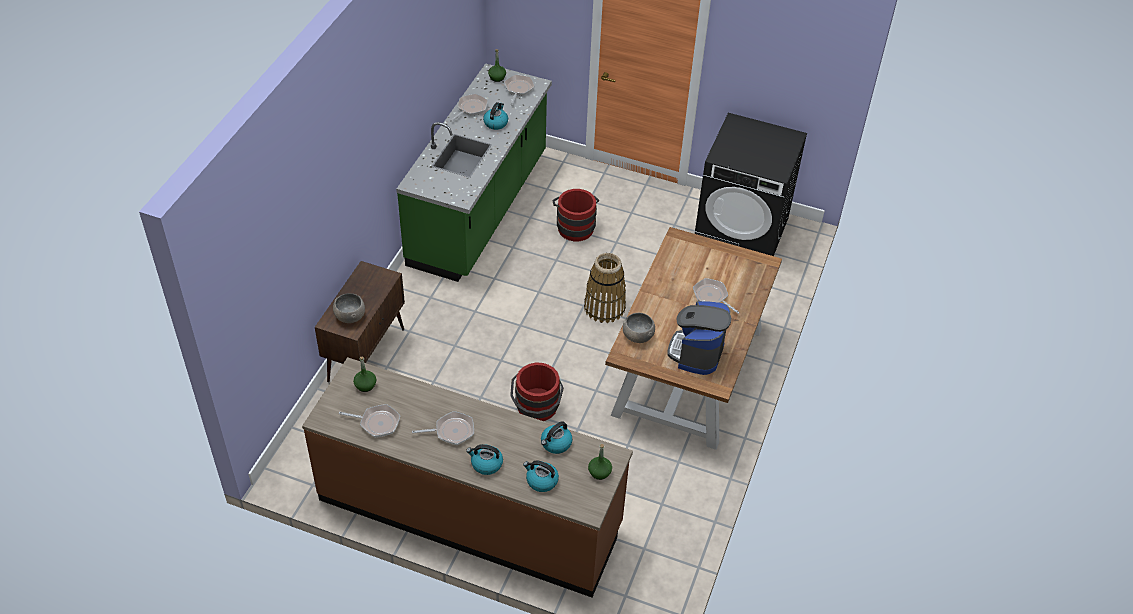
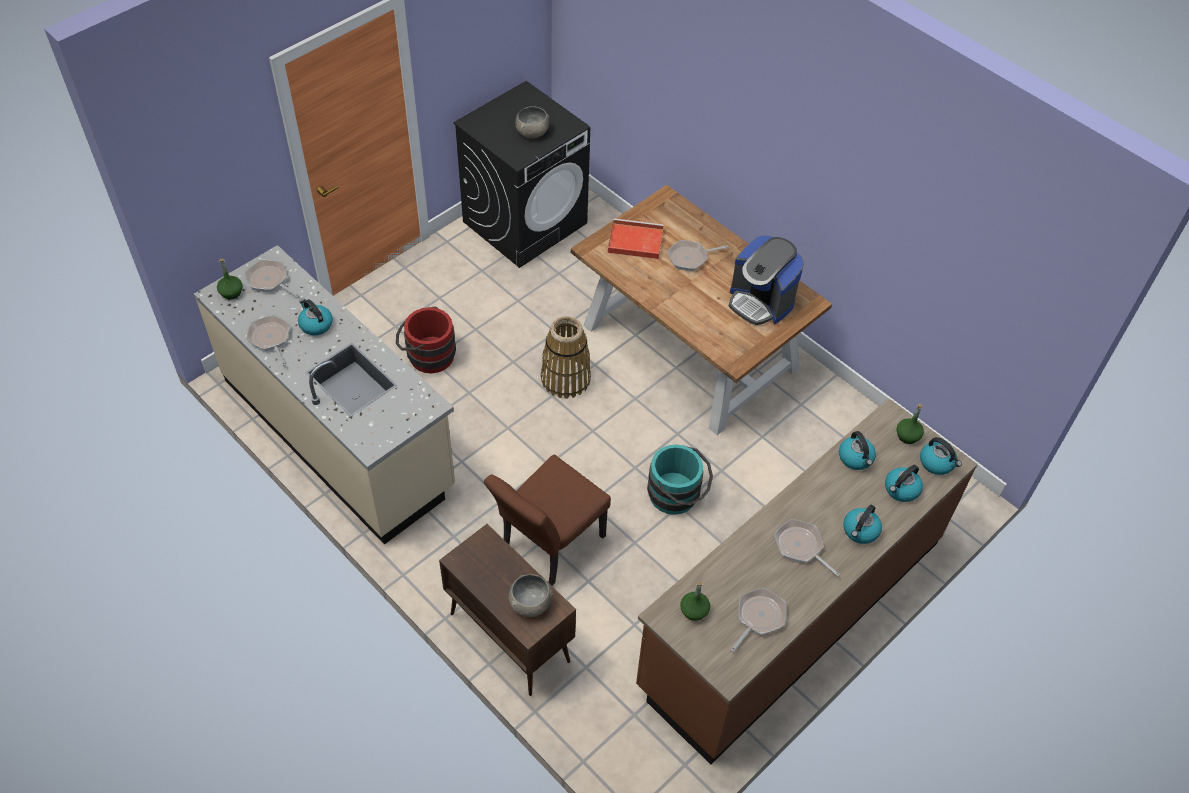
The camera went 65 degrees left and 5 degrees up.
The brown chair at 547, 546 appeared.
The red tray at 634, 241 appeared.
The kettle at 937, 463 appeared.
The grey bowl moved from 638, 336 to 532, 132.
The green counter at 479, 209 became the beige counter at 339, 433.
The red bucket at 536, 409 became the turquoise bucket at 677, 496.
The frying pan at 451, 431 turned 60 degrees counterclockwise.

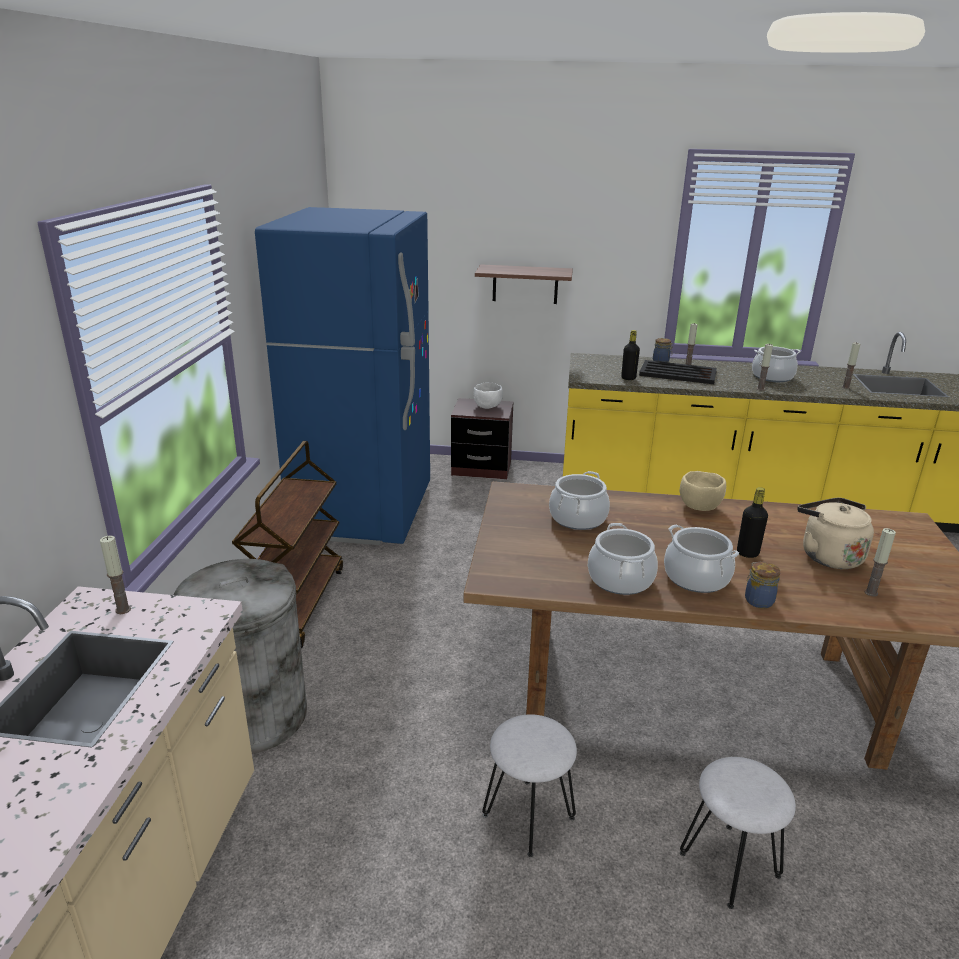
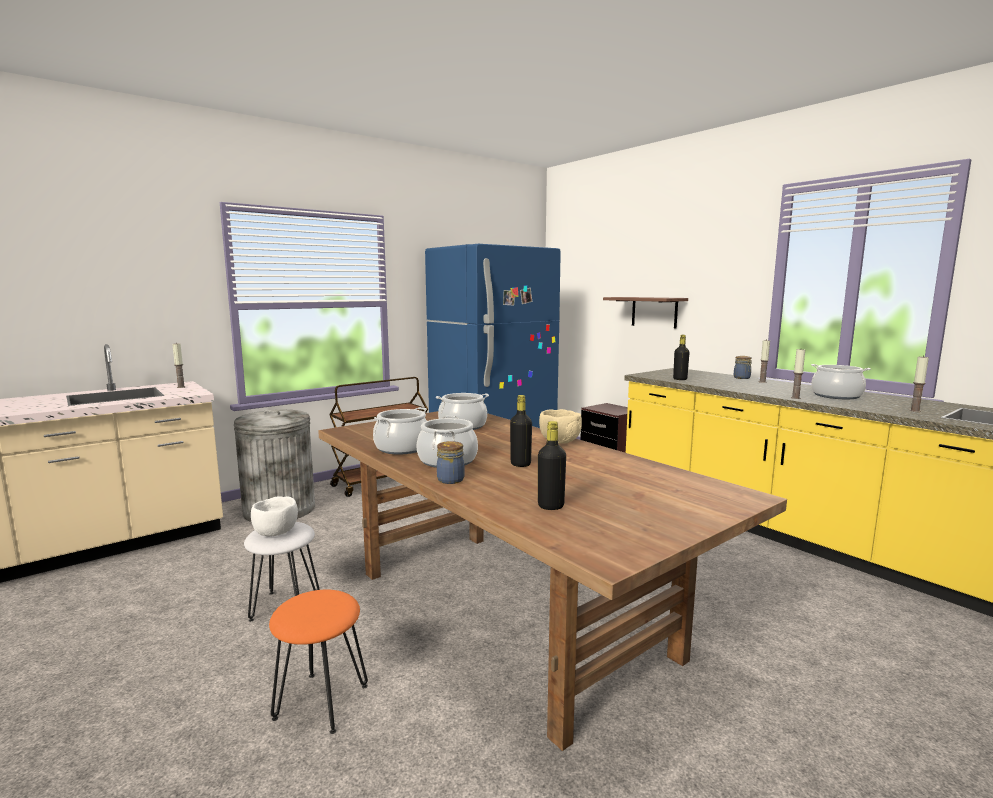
The camera went 45 degrees right and 15 degrees down.
The black tray at 678, 373 disappeared.
The beige kettle at 827, 555 disappeared.
The white bowl moved from 488, 406 to 277, 533.
The candle at 871, 593 was replaced by the black bottle at 551, 506.
The white stool at 728, 865 became the orange stool at 320, 701.

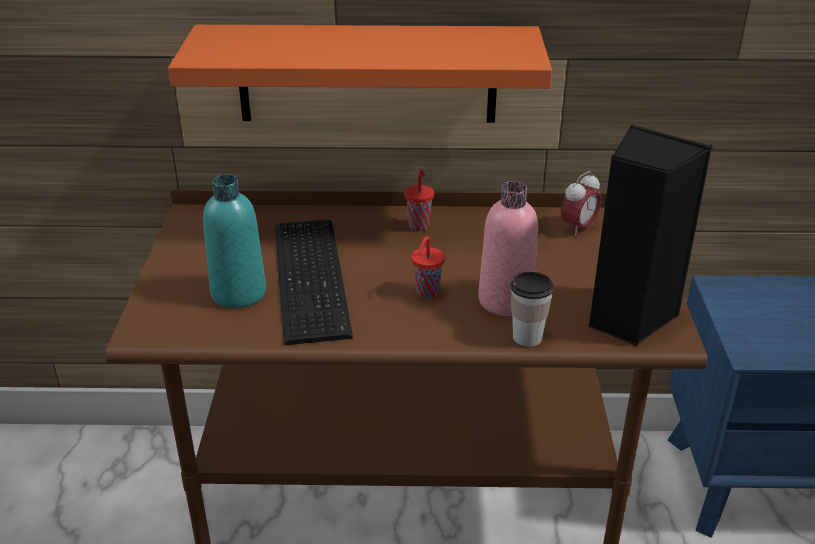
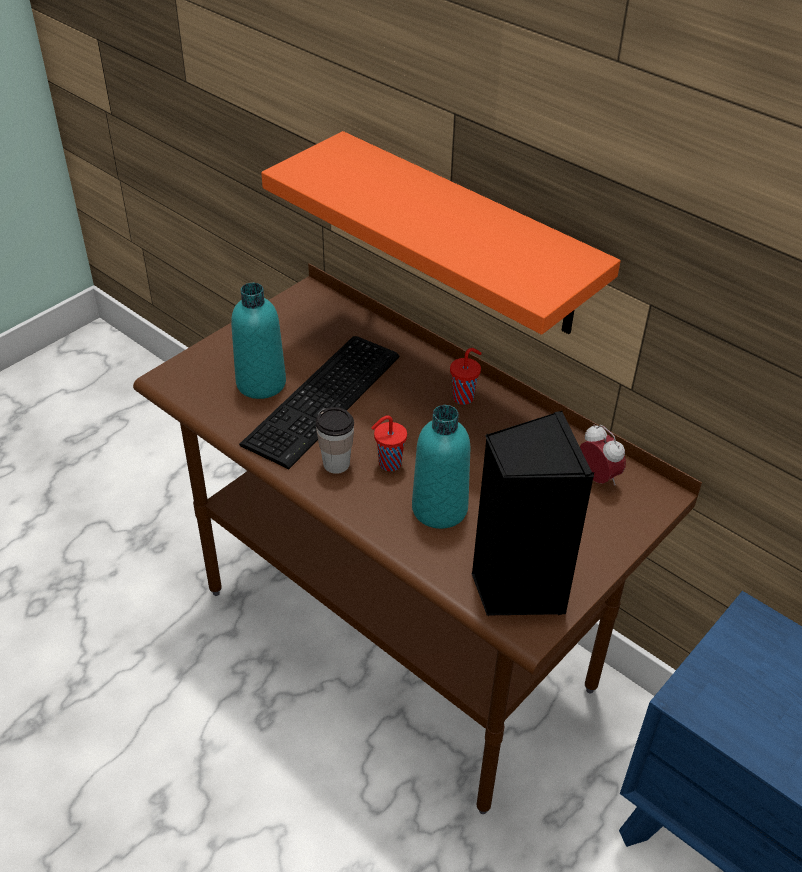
The camera went 40 degrees right and 10 degrees up.
The cup moved from 527, 337 to 336, 464.
The pink bottle at 506, 301 became the turquoise bottle at 439, 509.
The alarm clock at 578, 228 turned 120 degrees counterclockwise.

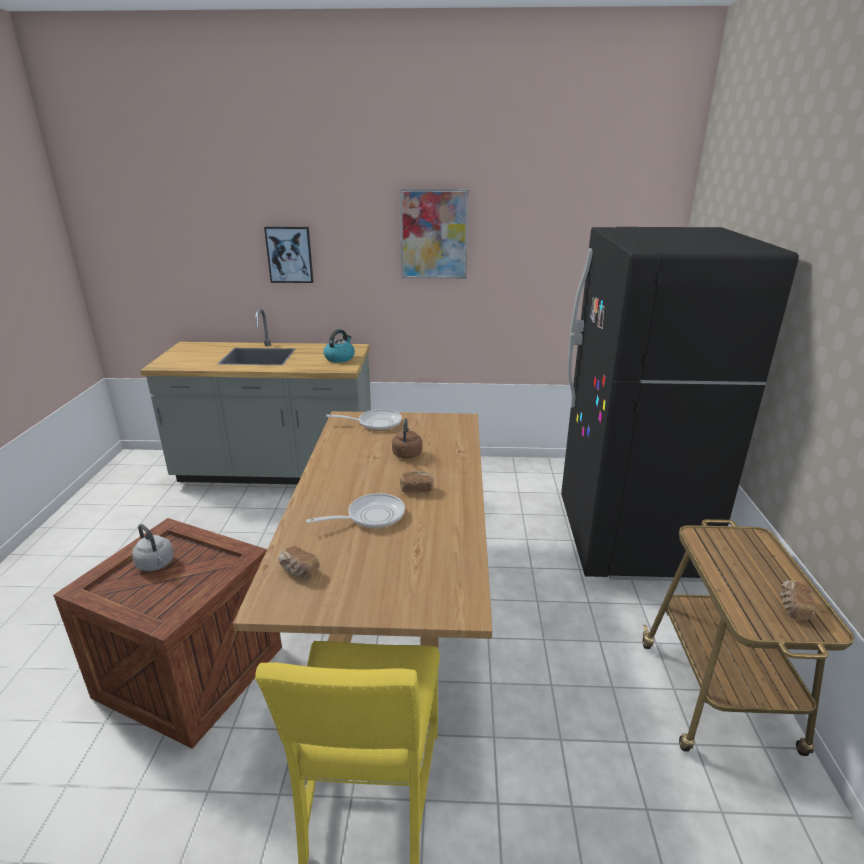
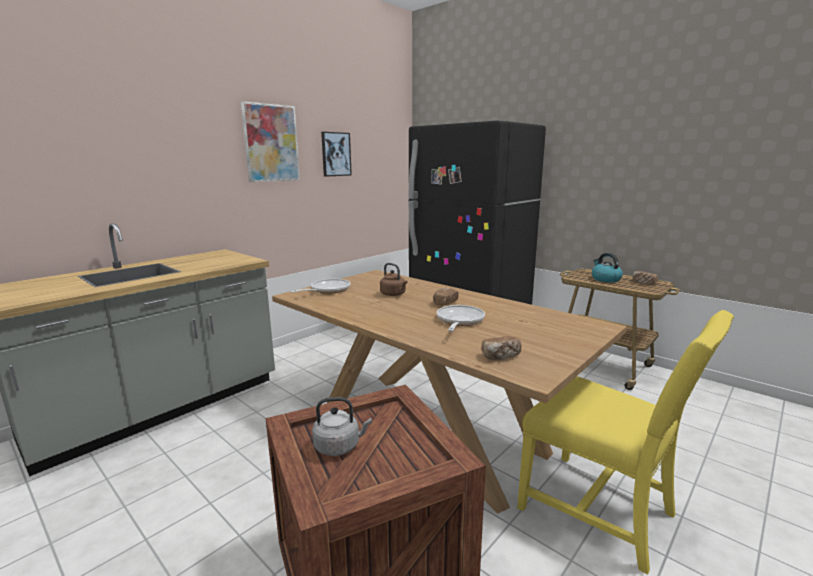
The camera went 50 degrees left and 10 degrees down.
The picture moved from 289, 254 to 335, 154.
The kettle moved from 339, 358 to 605, 279.

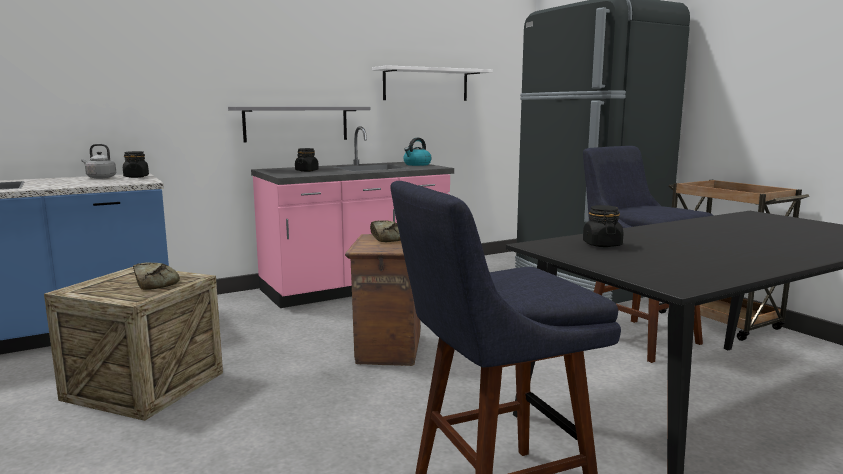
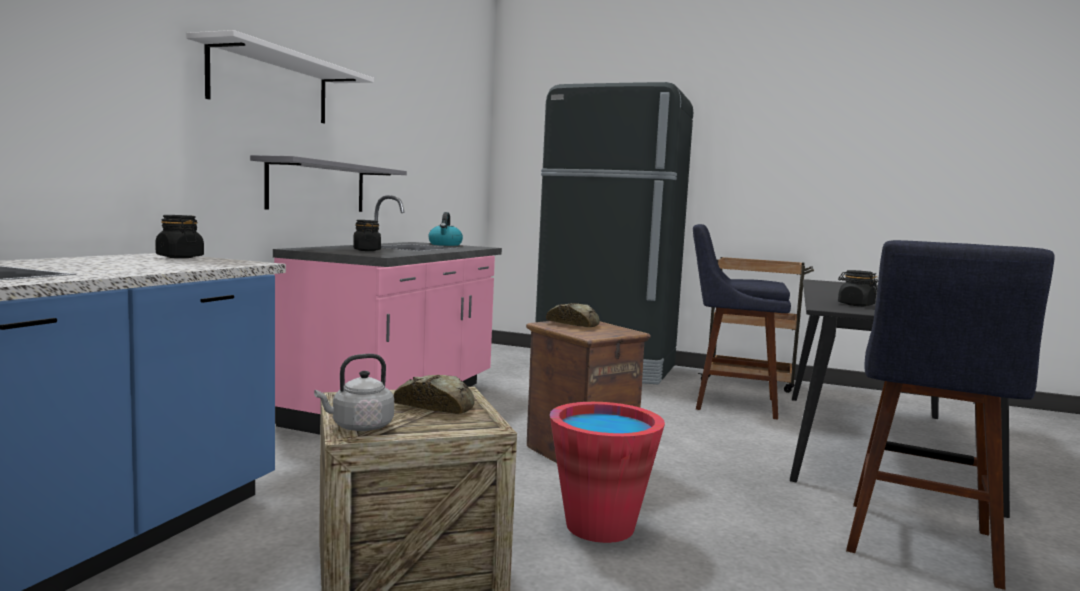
The camera went 40 degrees left and 5 degrees down.
The red bucket at 600, 526 appeared.
The grey kettle moved from 100, 177 to 359, 427.
The white shelf moved from 426, 84 to 270, 85.

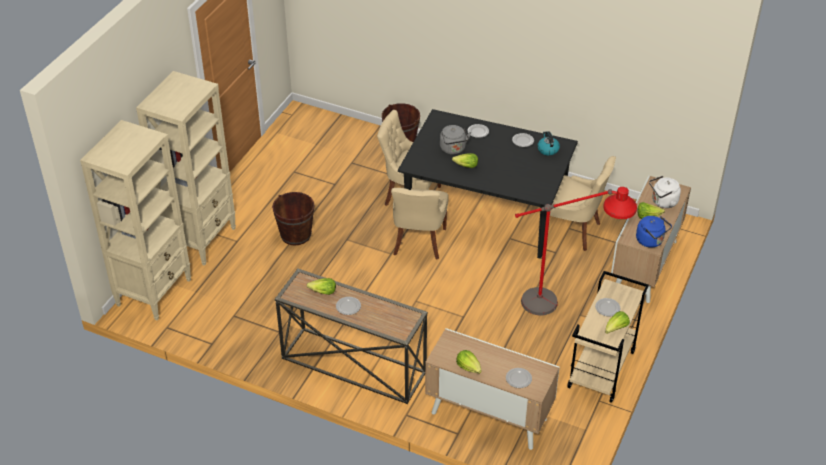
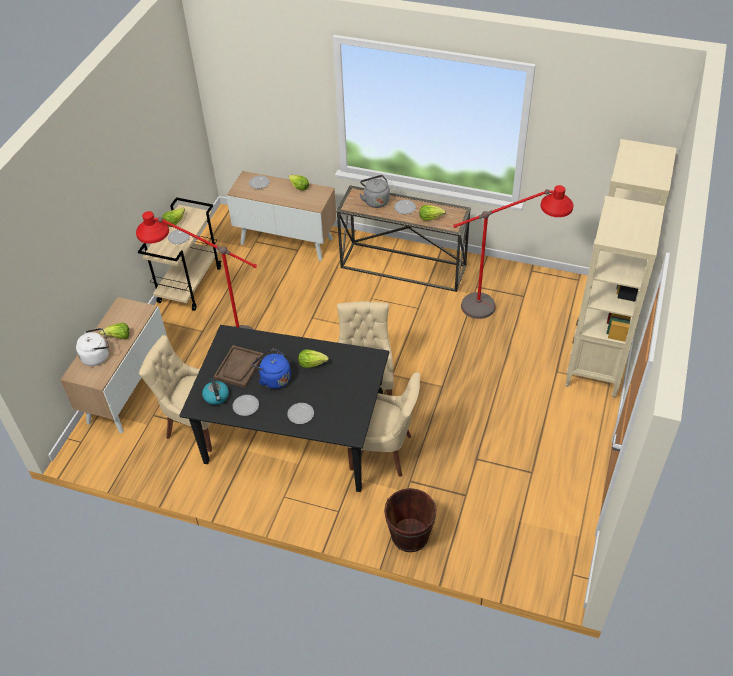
The camera went 175 degrees right and 5 degrees up.
The brown bucket at 296, 235 disappeared.
The brown tray at 239, 367 appeared.
The red floor lamp at 503, 308 appeared.
The grey kettle moved from 453, 149 to 375, 200.
The blue kettle moved from 651, 241 to 274, 378.

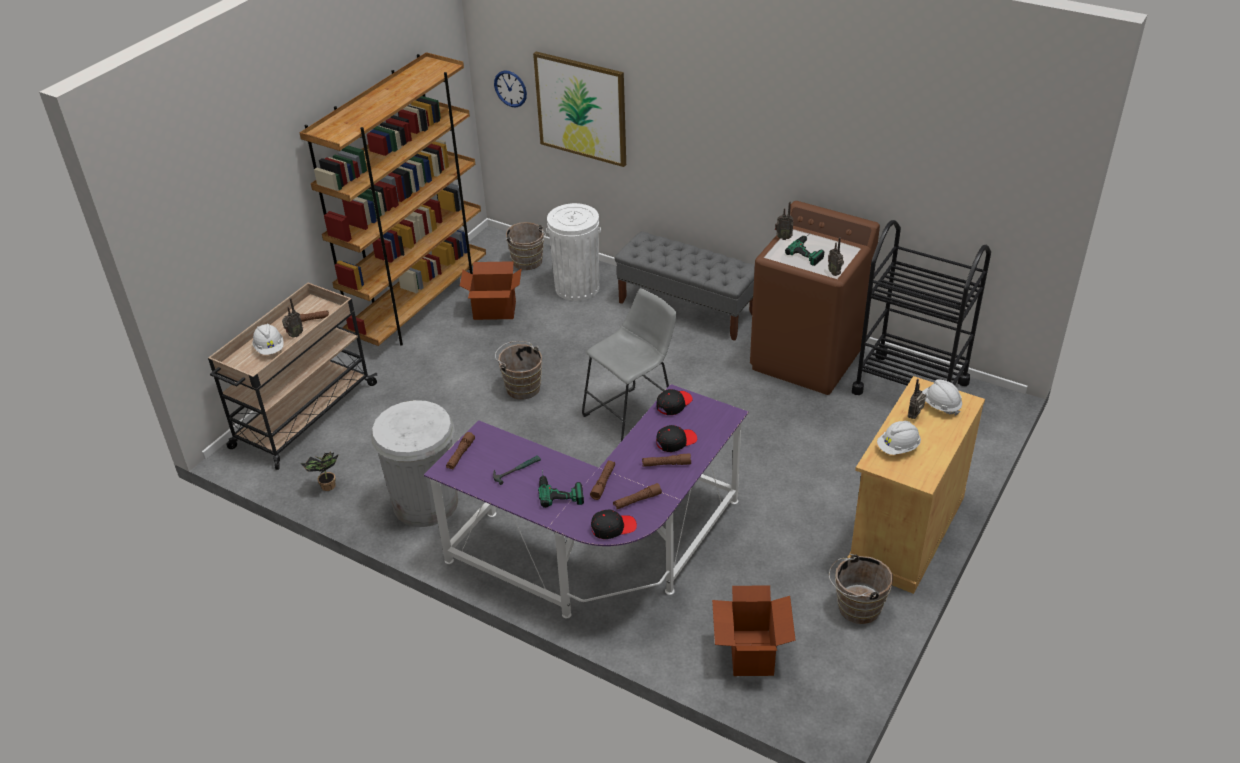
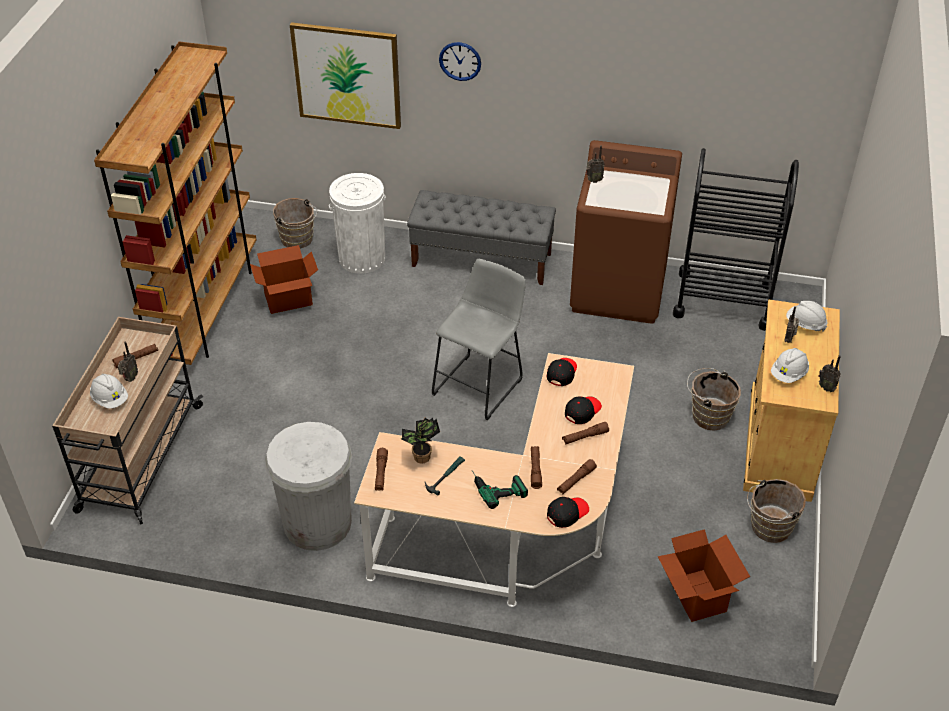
The camera went 20 degrees left and 5 degrees up.
The power drill at 809, 250 disappeared.
The potted plant moved from 326, 487 to 421, 459.
The wall clock moved from 510, 88 to 460, 61.
The brown bucket moved from 521, 386 to 707, 415.
The radio moved from 835, 273 to 826, 387.
The purple desk at 603, 554 became the beige desk at 518, 533.

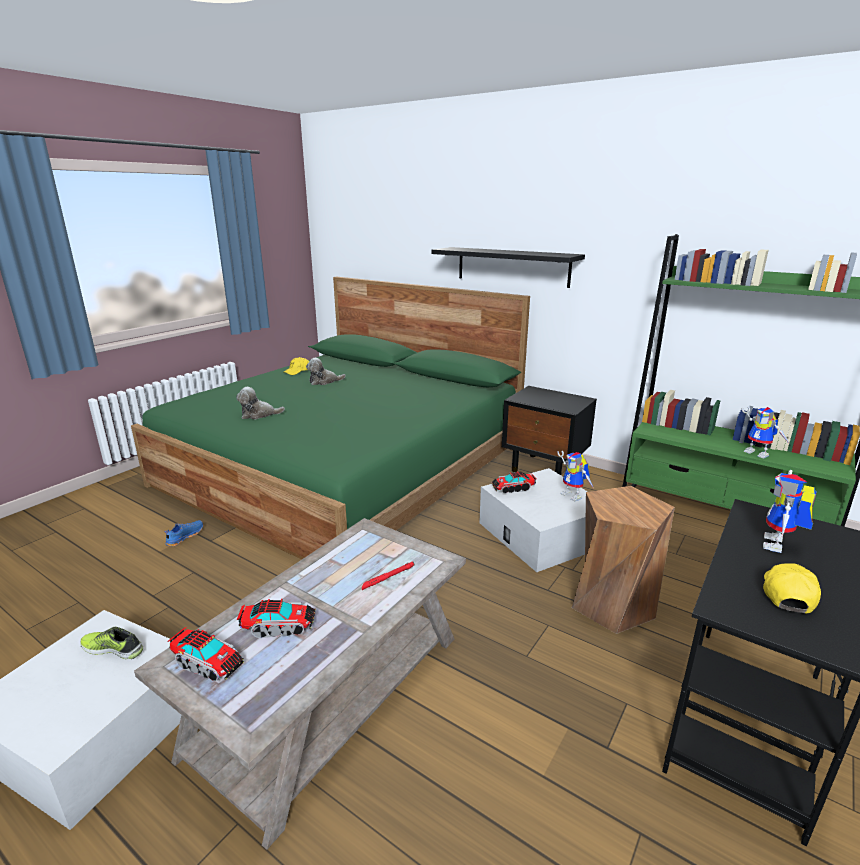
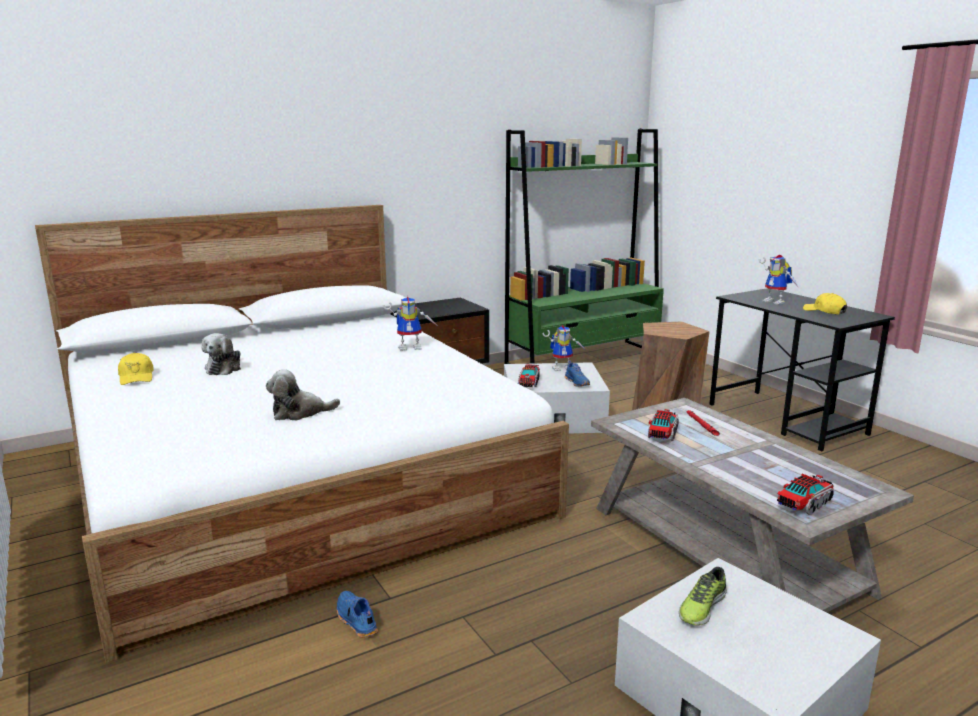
The camera went 65 degrees left and 5 degrees down.
The black shelf at 512, 266 disappeared.
The blue shoe at 577, 382 appeared.
The toy truck moved from 278, 627 to 662, 434.
The toy robot moved from 759, 453 to 411, 347.
The green bed at 345, 466 became the white bed at 295, 476.
The plush toy at 258, 414 turned 60 degrees clockwise.

